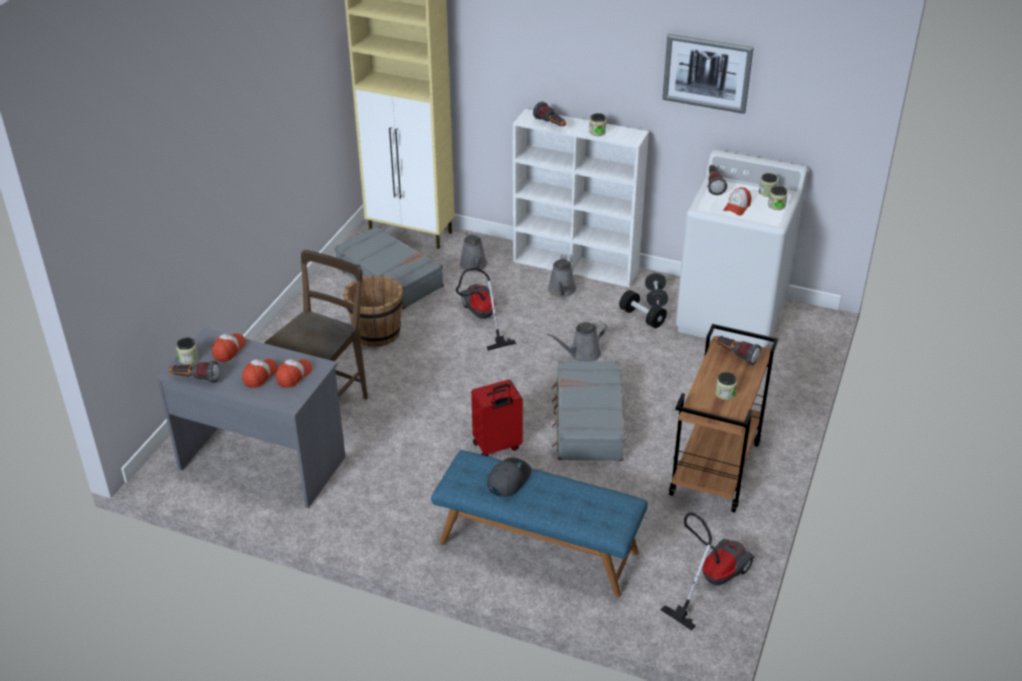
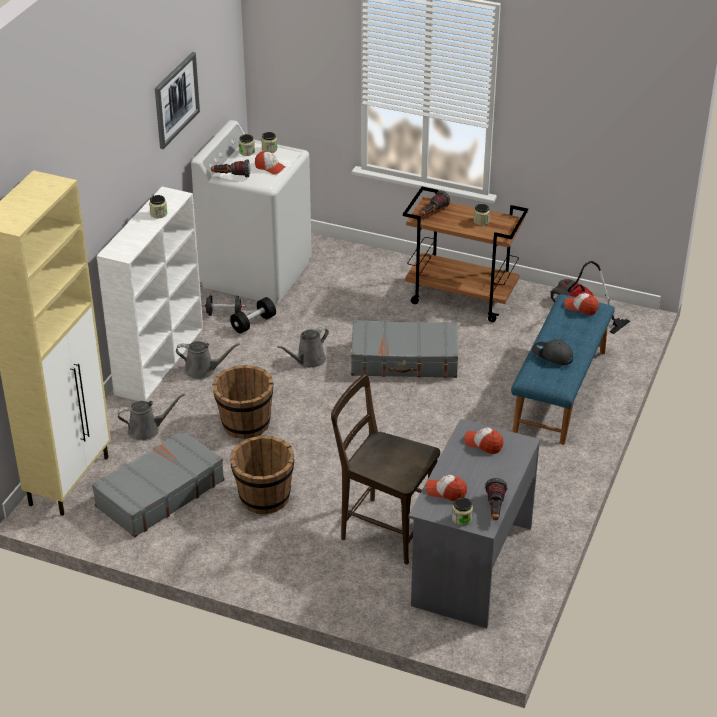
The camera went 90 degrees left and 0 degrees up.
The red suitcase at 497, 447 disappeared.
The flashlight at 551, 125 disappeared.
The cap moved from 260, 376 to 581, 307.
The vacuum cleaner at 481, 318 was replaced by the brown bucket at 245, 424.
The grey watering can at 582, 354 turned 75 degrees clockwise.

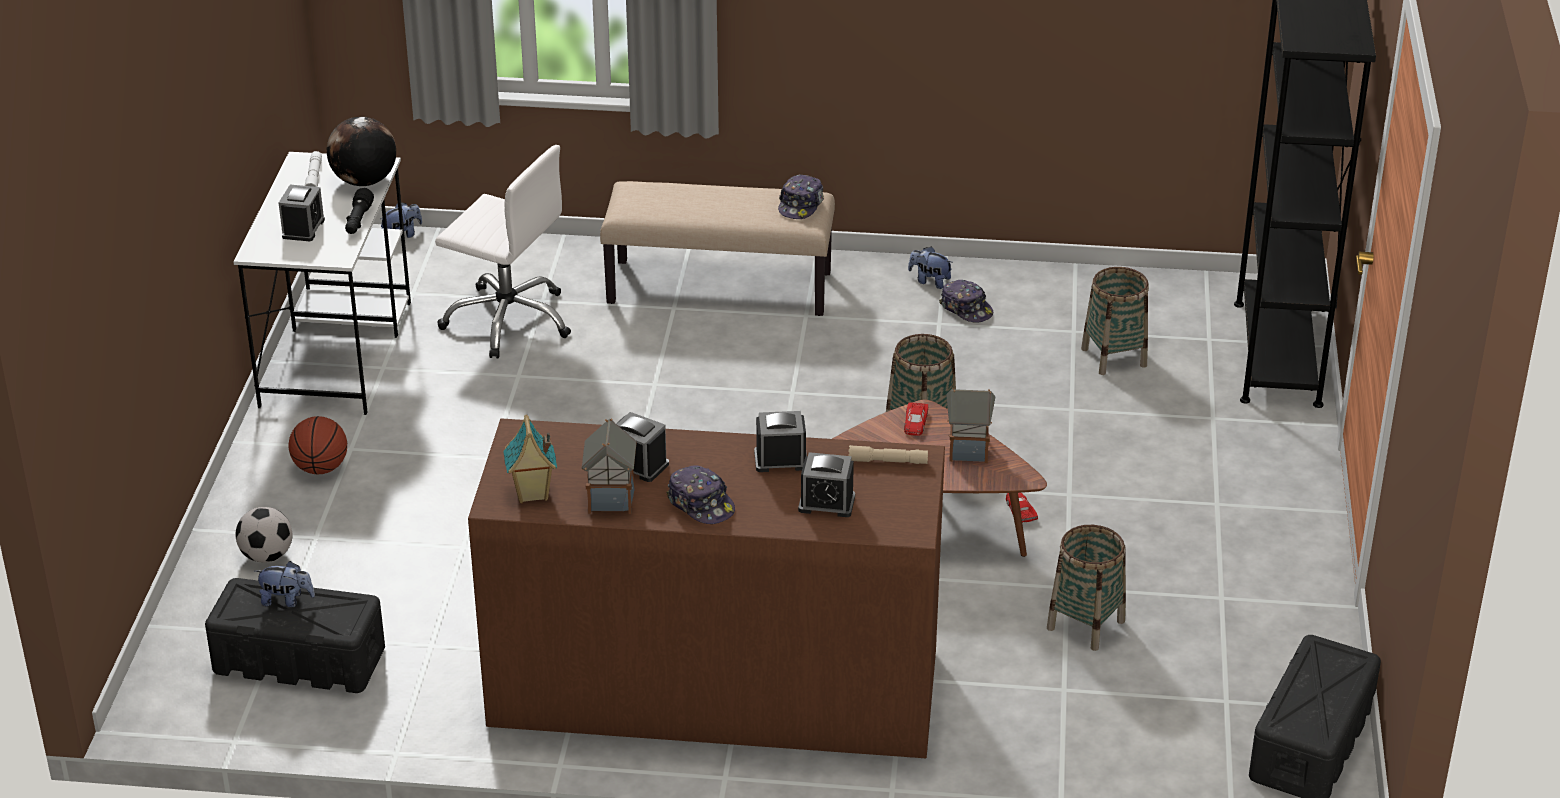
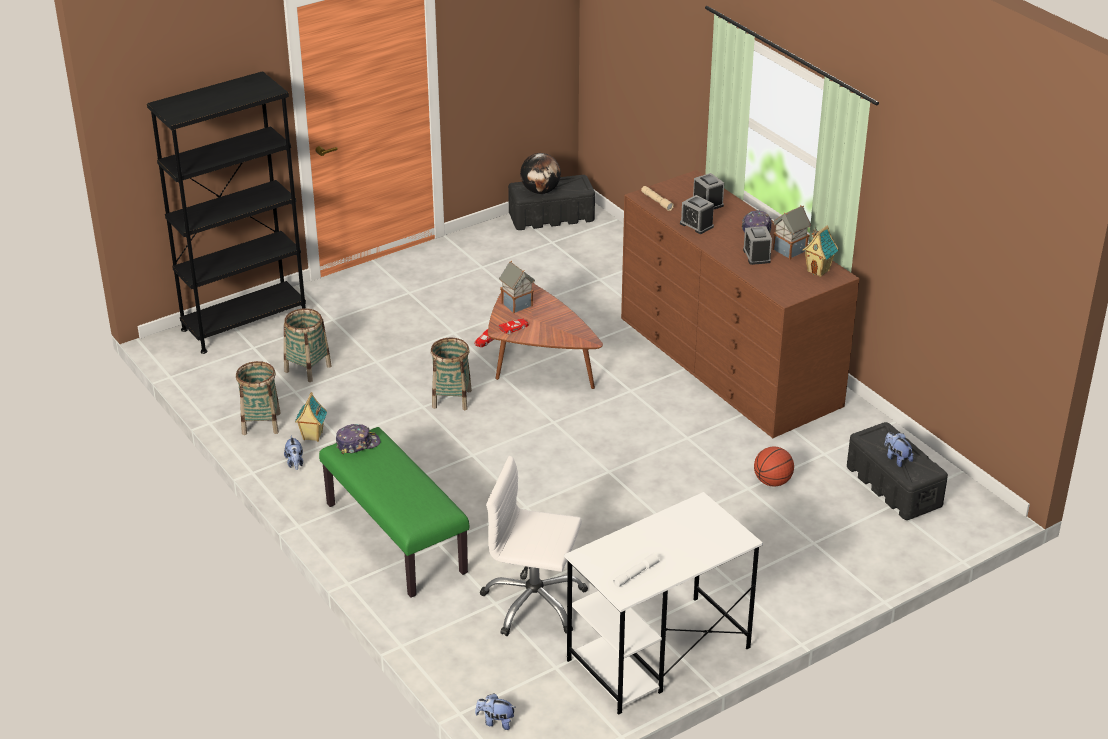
The camera went 130 degrees left and 0 degrees up.
The football at 267, 556 disappeared.
The alarm clock at 303, 228 disappeared.
The black flashlight at 358, 221 disappeared.
The basketball moved from 321, 468 to 772, 482.
The globe moved from 364, 182 to 540, 191.
The basket moved from 1085, 625 to 261, 423.
The cap at 966, 309 was replaced by the toy house at 312, 436.
The beige bench at 720, 287 became the green bench at 394, 538.
The white office chair at 508, 320 turned 60 degrees counterclockwise.

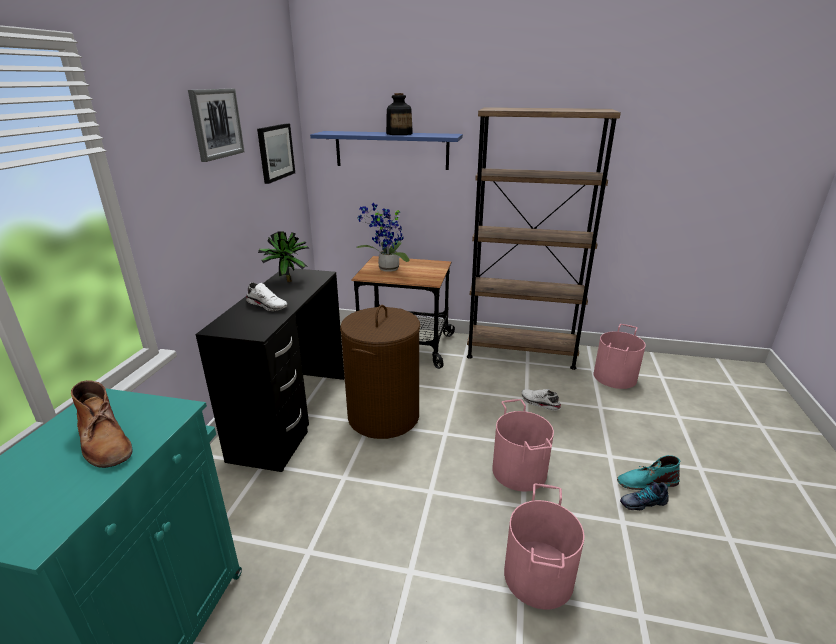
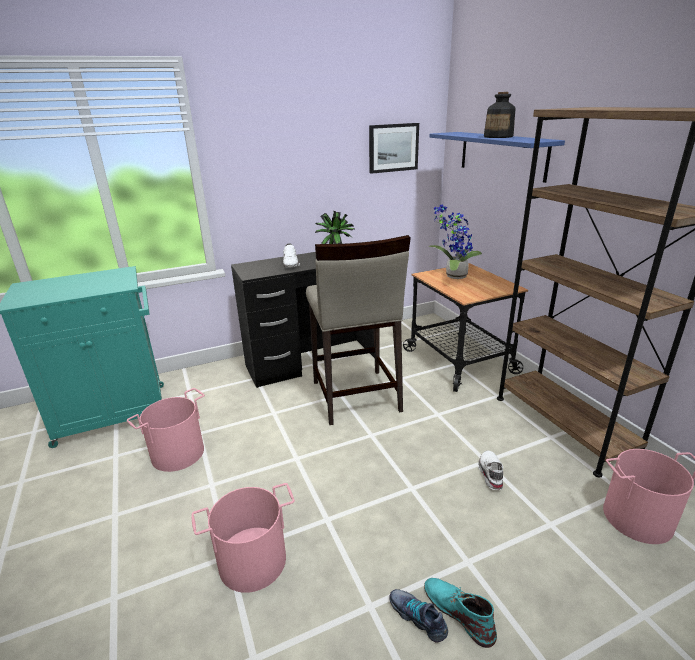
The camera went 55 degrees right and 0 degrees up.
The brown boot at 104, 441 disappeared.
The picture at 216, 123 disappeared.
The pink bucket moved from 520, 471 to 178, 453.
The brown laundry basket at 384, 416 was replaced by the beige stool at 355, 397.

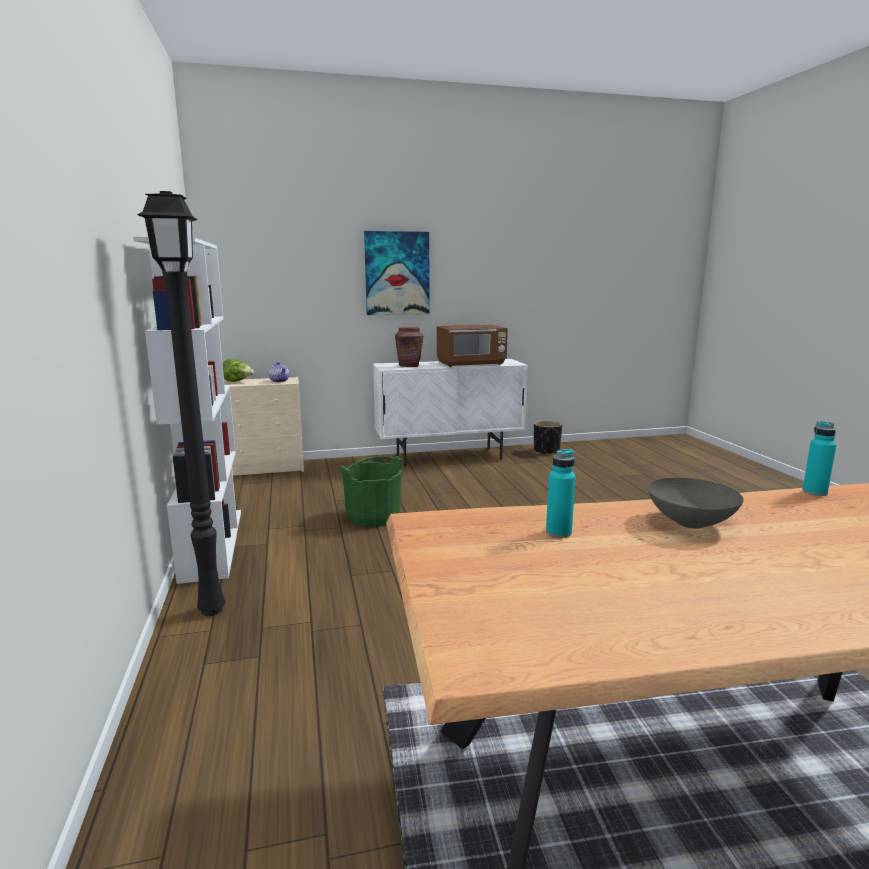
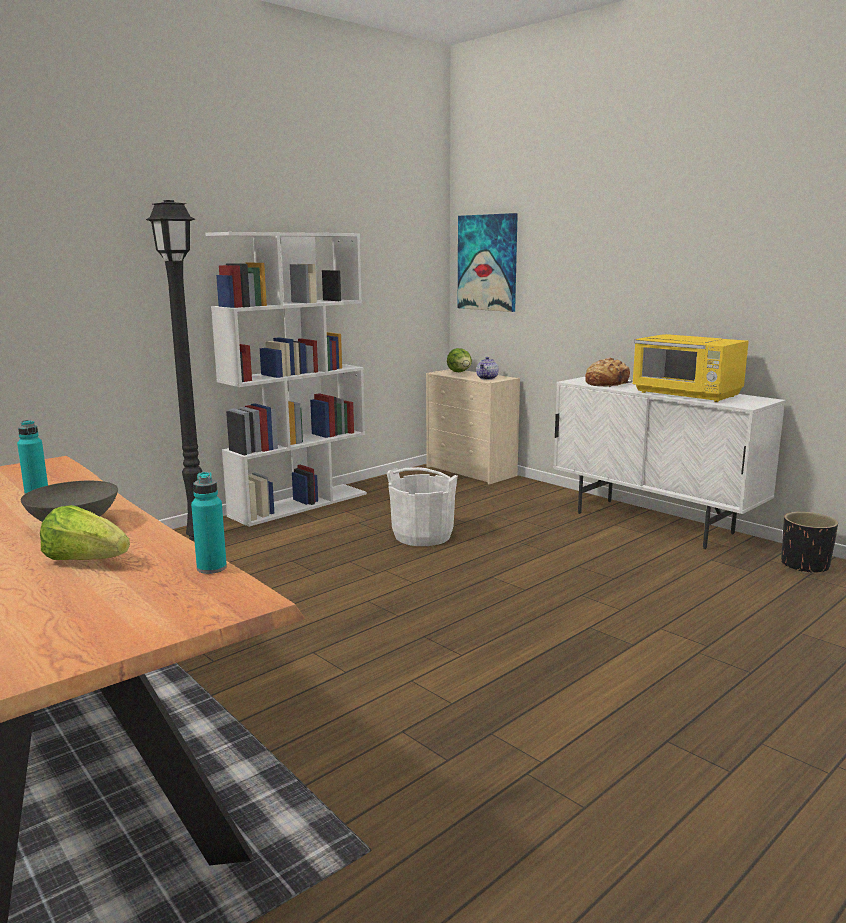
The camera went 60 degrees right and 0 degrees up.
The lettuce at 86, 560 appeared.
The picture moved from 397, 273 to 487, 262.
The brown vase at 409, 366 was replaced by the bread at 607, 383.
The green bucket at 373, 516 became the white bucket at 423, 536.
The brown microwave at 472, 364 became the yellow microwave at 687, 395.

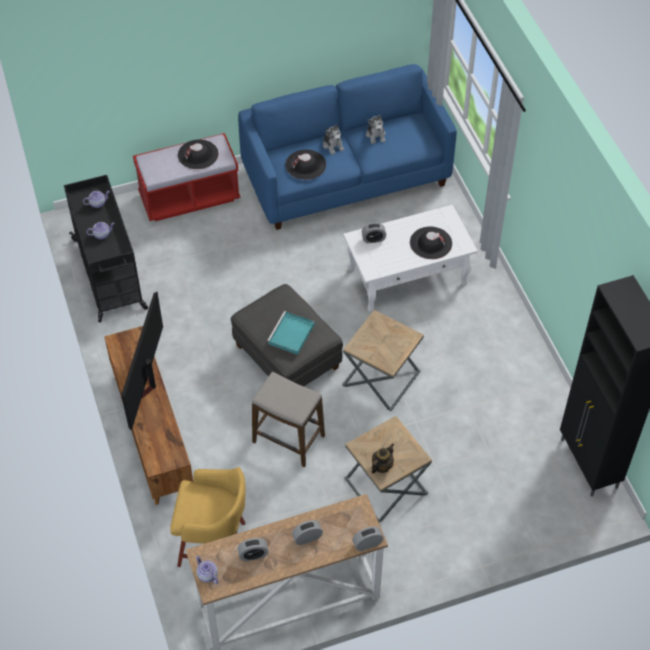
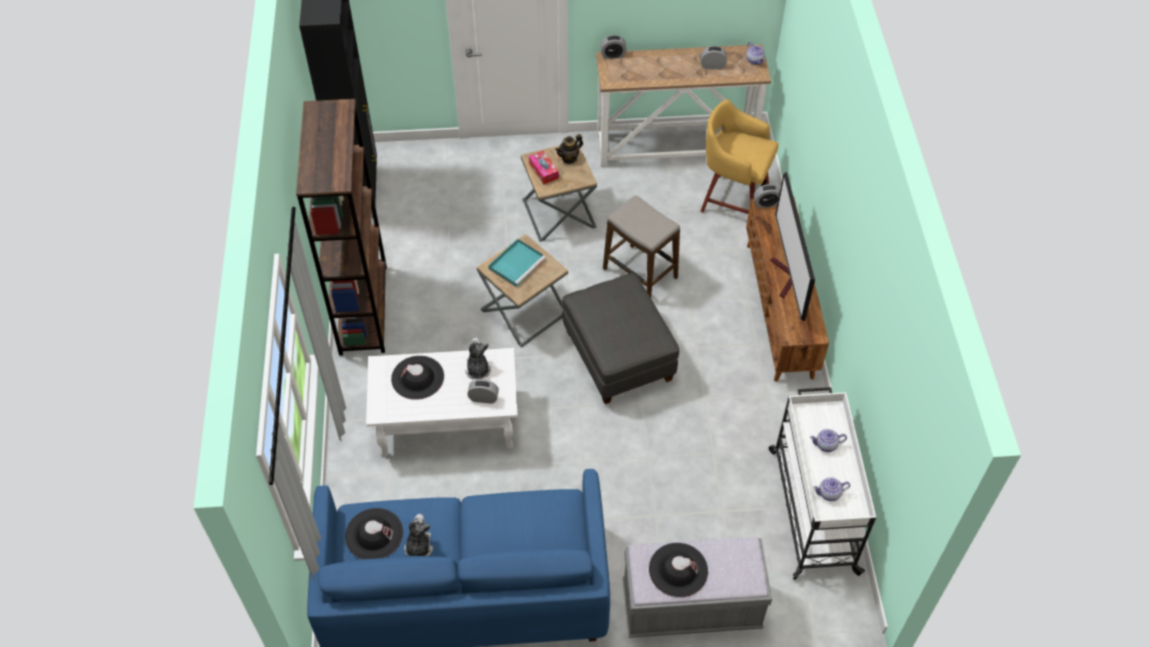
The camera went 165 degrees left and 0 degrees up.
The brown bookcase at 363, 309 appeared.
The tissue box at 543, 171 appeared.
The turquoise tray moved from 291, 335 to 517, 263.
The black hat moved from 305, 165 to 374, 534.
The alarm clock moved from 307, 538 to 766, 203.
The plush toy moved from 333, 145 to 477, 369.
The black cart at 110, 275 became the white cart at 812, 508.
The red bench at 189, 197 became the grey bench at 691, 607.
The television at 146, 387 turned 150 degrees clockwise.

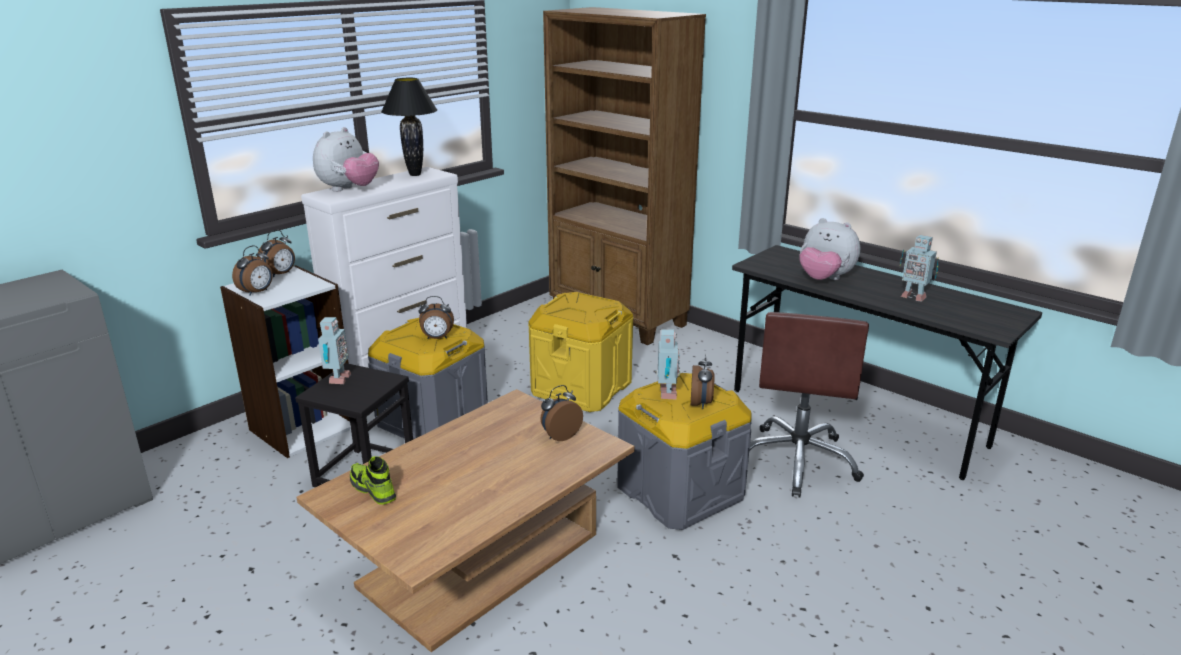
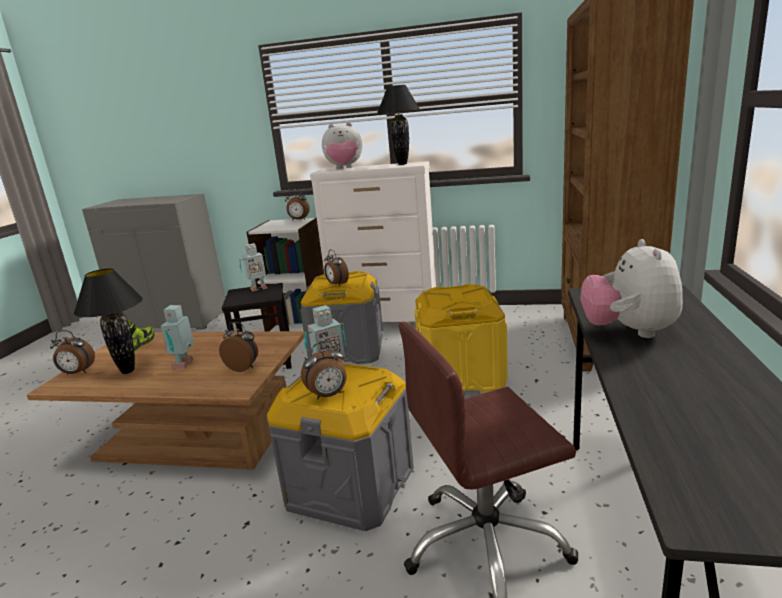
The camera went 60 degrees right and 5 degrees down.
The black table lamp at 127, 371 appeared.
The alarm clock moved from 257, 292 to 77, 373.
The toy robot moved from 913, 296 to 185, 364.

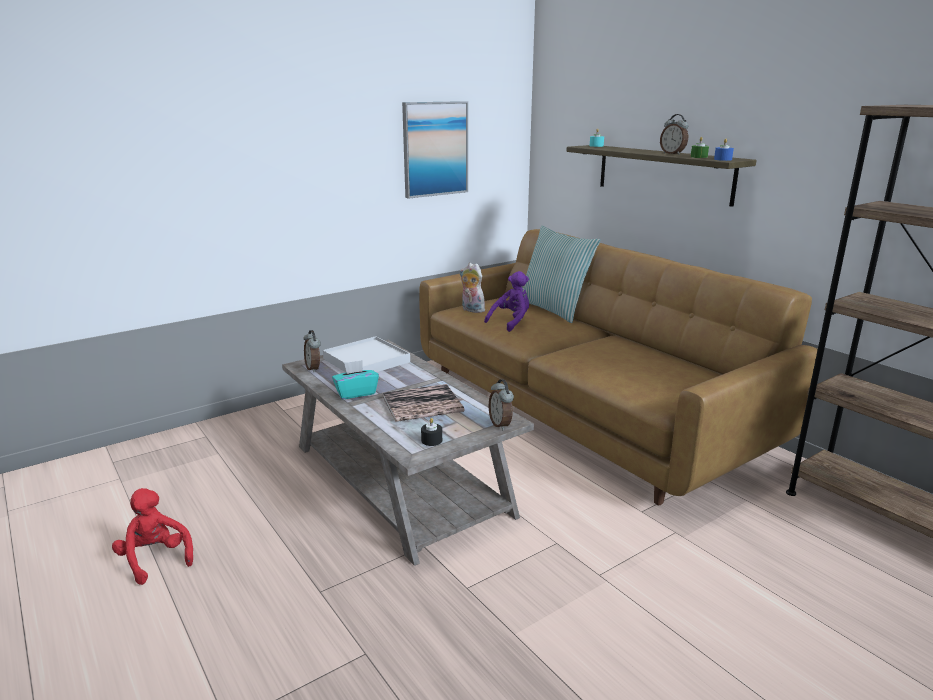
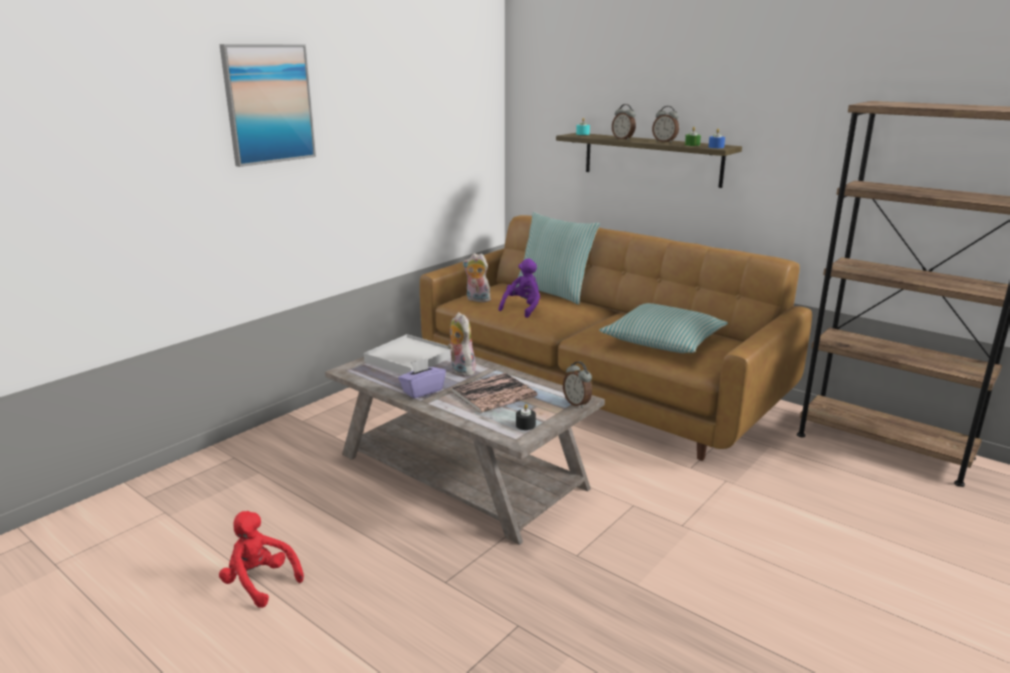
The camera went 15 degrees left and 0 degrees up.
The plush toy at 460, 370 appeared.
The pillow at 663, 341 appeared.
The alarm clock moved from 314, 368 to 623, 139.
The picture moved from 435, 149 to 268, 104.
The turquoise tissue box at 356, 393 became the purple tissue box at 422, 391.

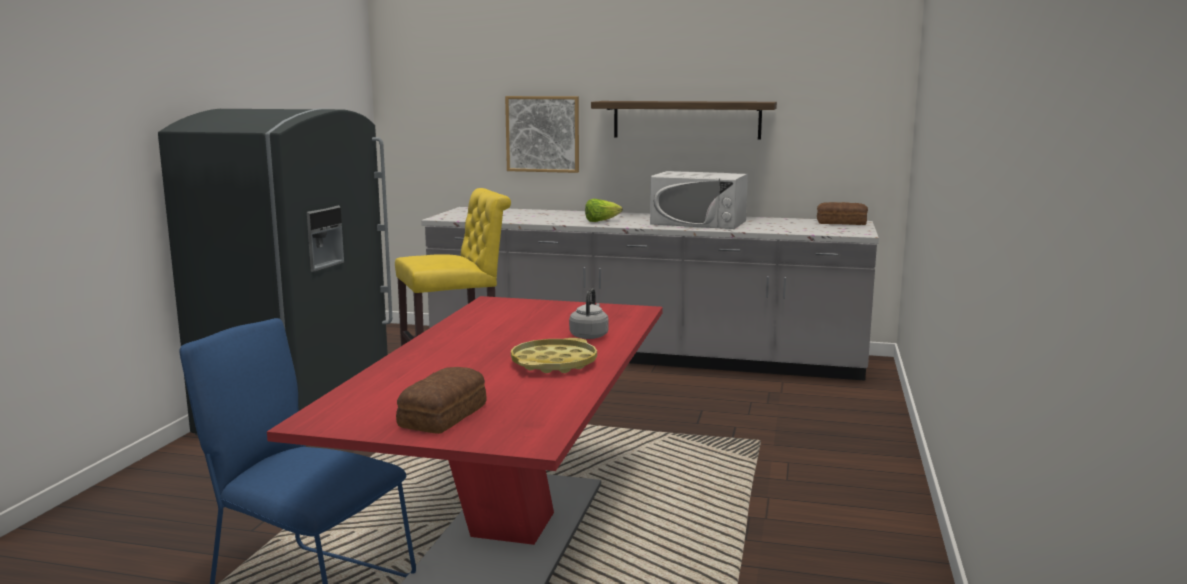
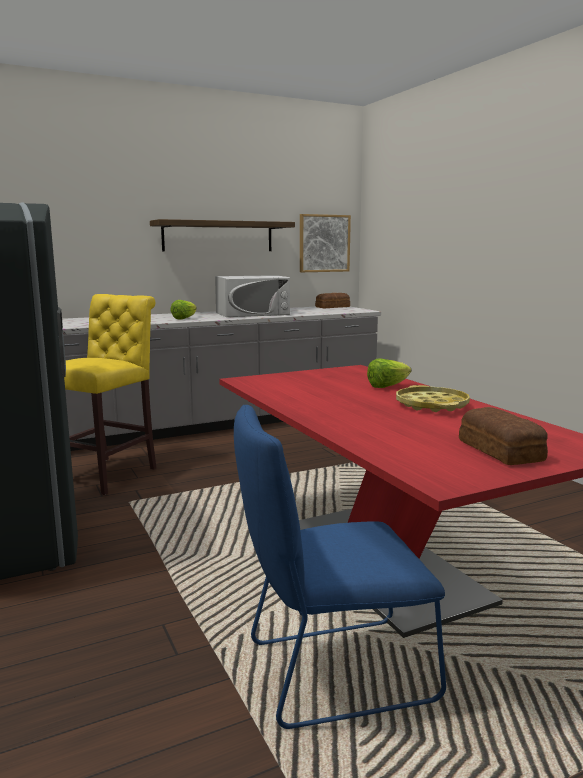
The camera went 40 degrees left and 0 degrees up.
The picture moved from 542, 134 to 324, 243.
The grey kettle at 589, 335 was replaced by the lettuce at 387, 386.

